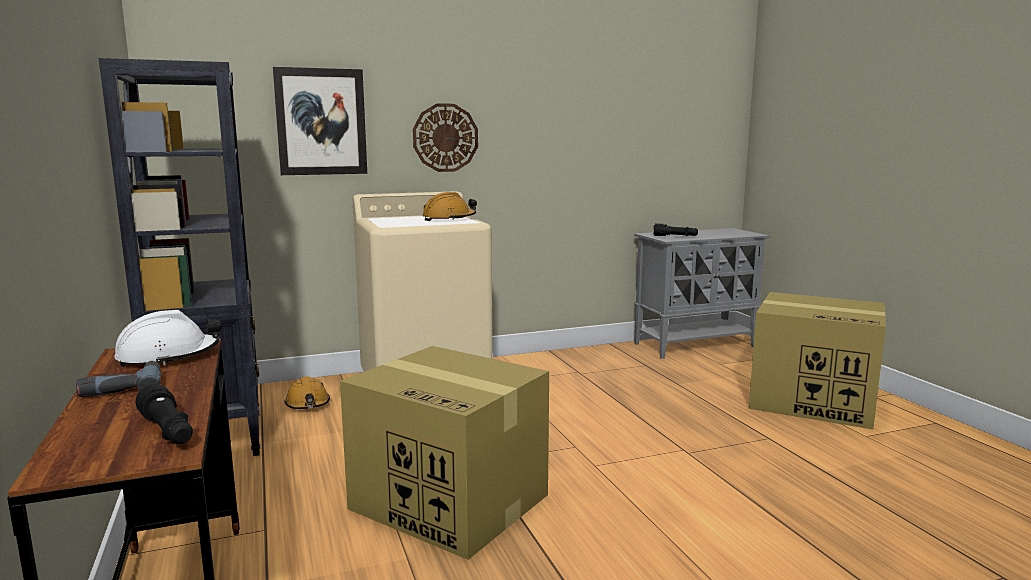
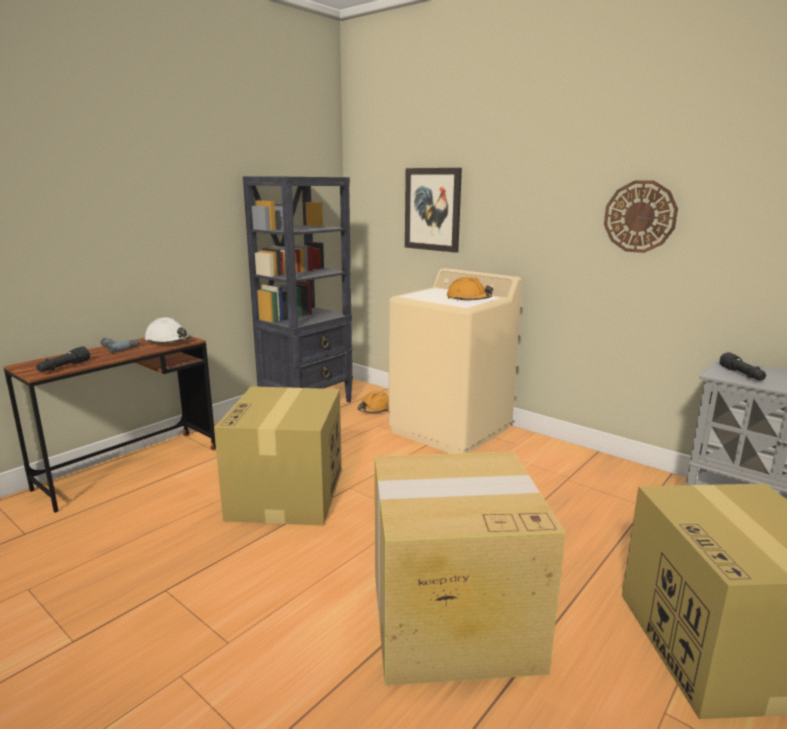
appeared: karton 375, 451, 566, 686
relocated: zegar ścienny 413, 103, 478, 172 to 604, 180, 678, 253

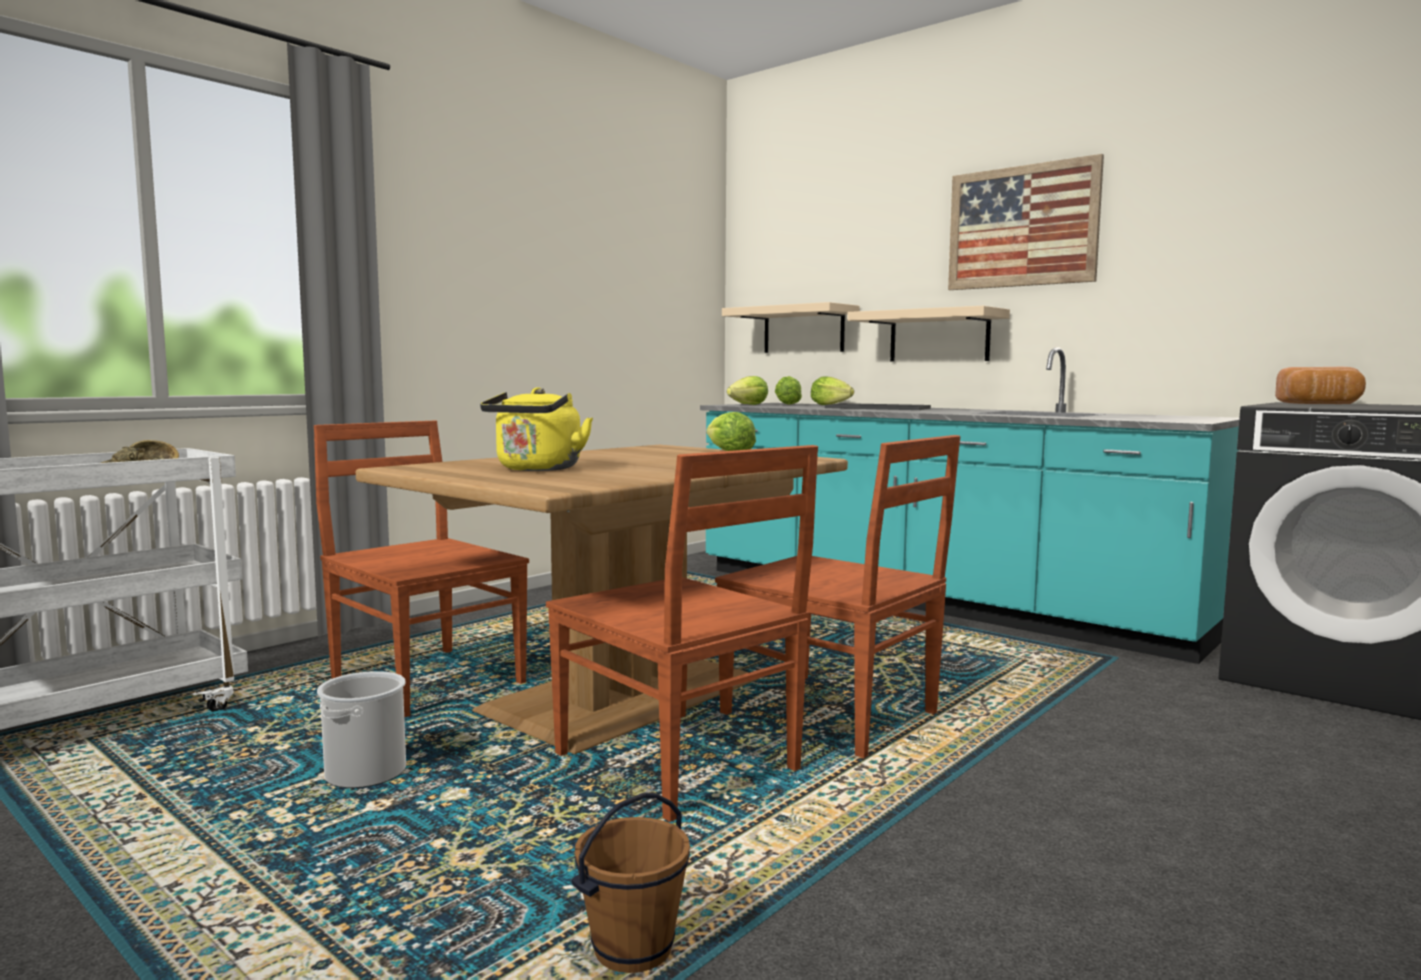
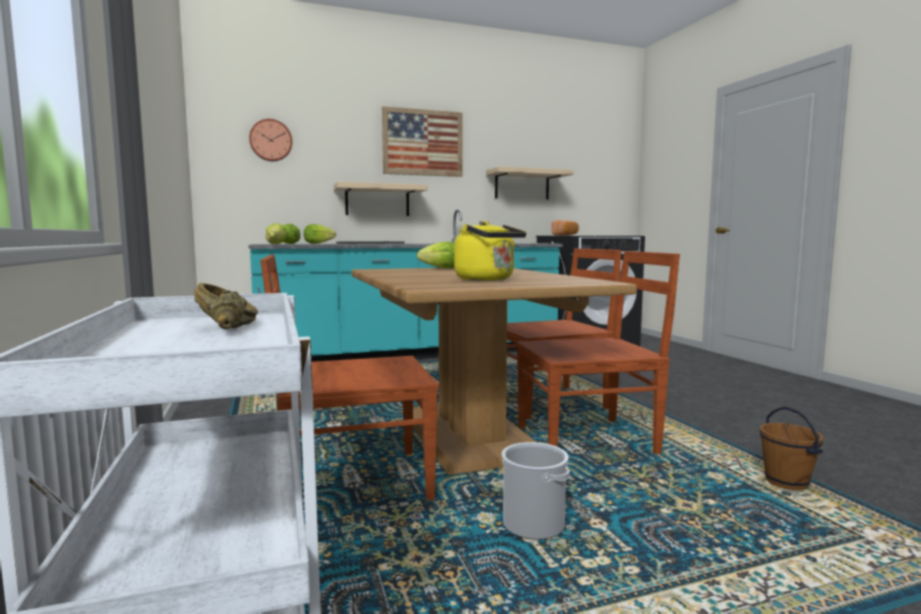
appeared: zegar ścienny 249, 119, 292, 161
relocated: półka (beżowy) 722, 302, 860, 353 to 486, 166, 573, 199

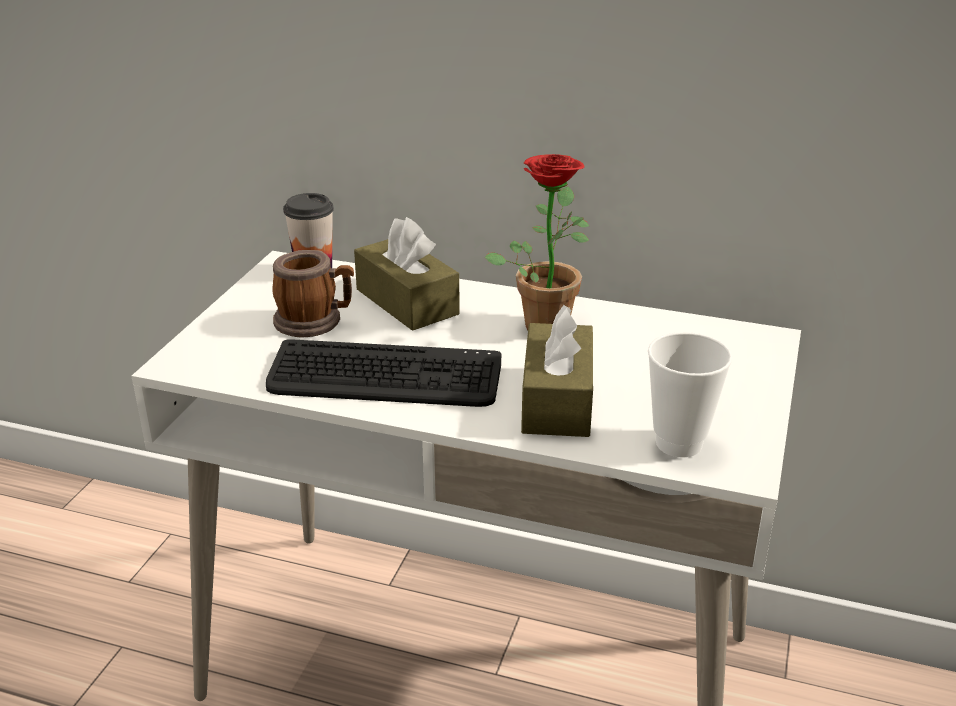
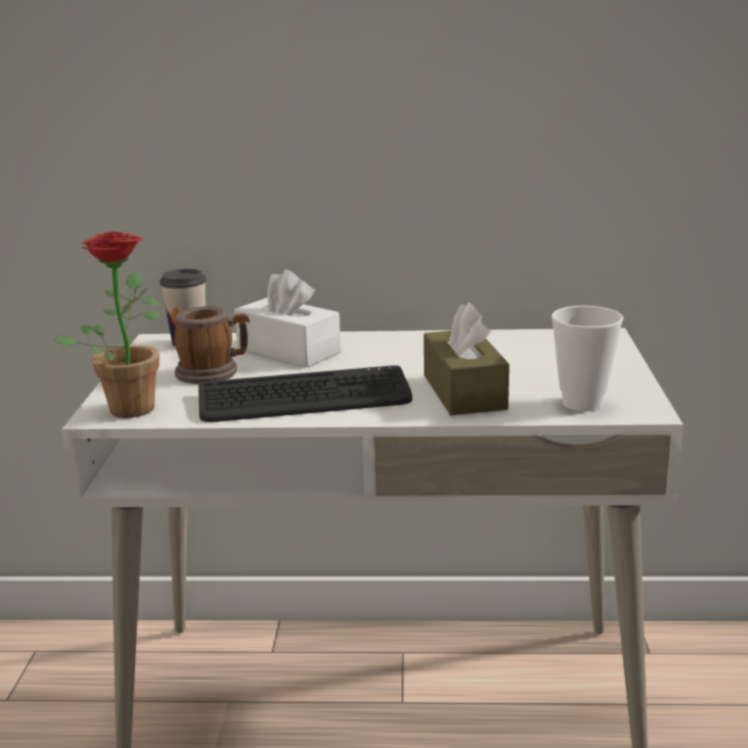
relocated: roślina doniczkowa 484, 154, 589, 330 to 53, 232, 162, 418
colour: pudełko chusteczek (brązowy) 354, 217, 460, 331 to pudełko chusteczek (biały) 234, 270, 341, 367

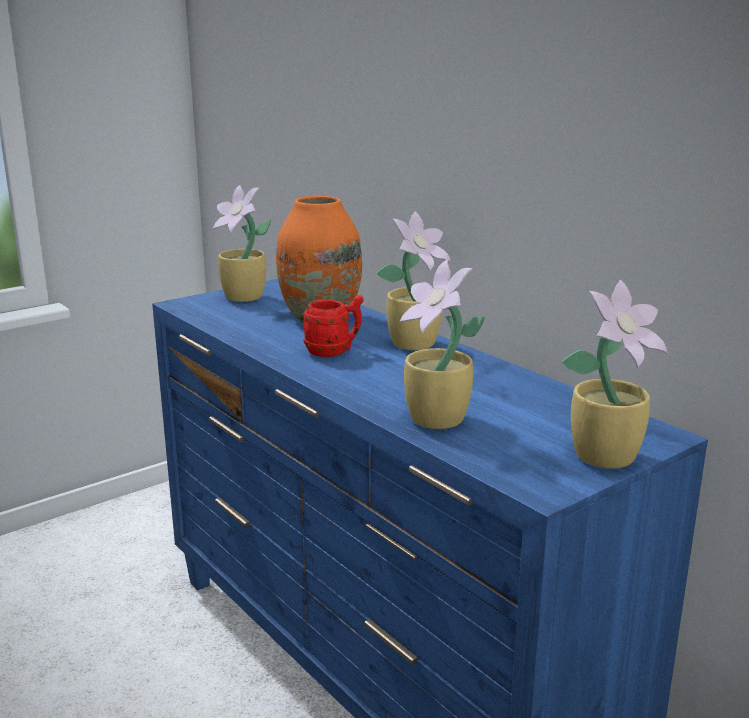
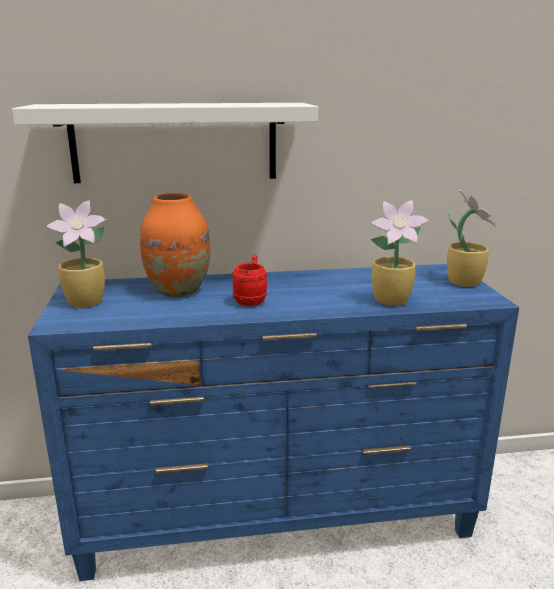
missing: roślina doniczkowa 377, 212, 451, 350
appeared: półka (biały) 12, 103, 318, 183

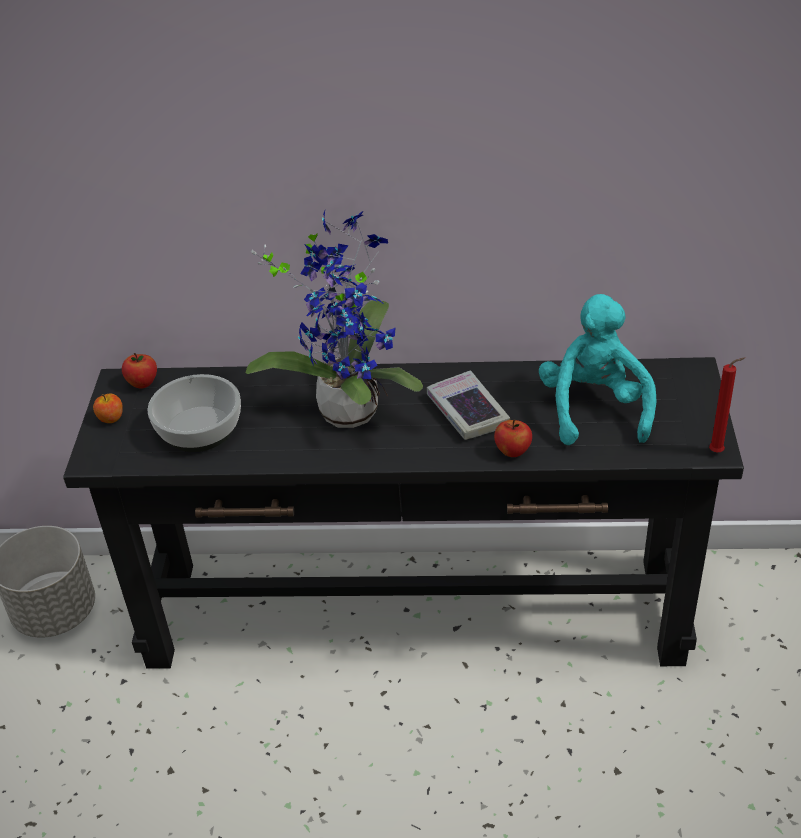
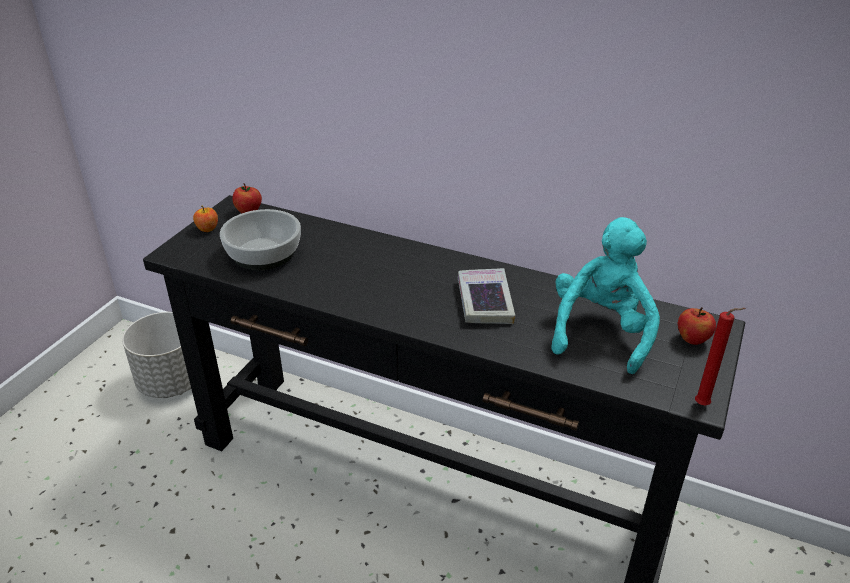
missing: roślina doniczkowa 245, 211, 423, 428
relocated: jabłko 494, 419, 532, 457 to 678, 307, 716, 345

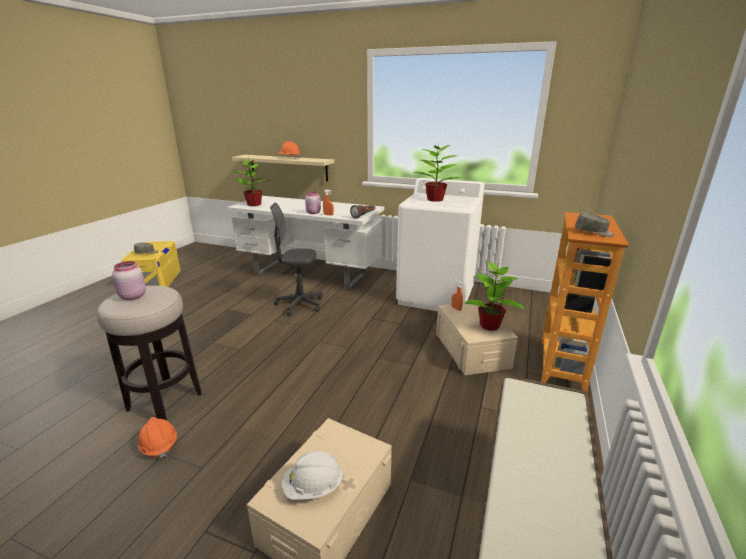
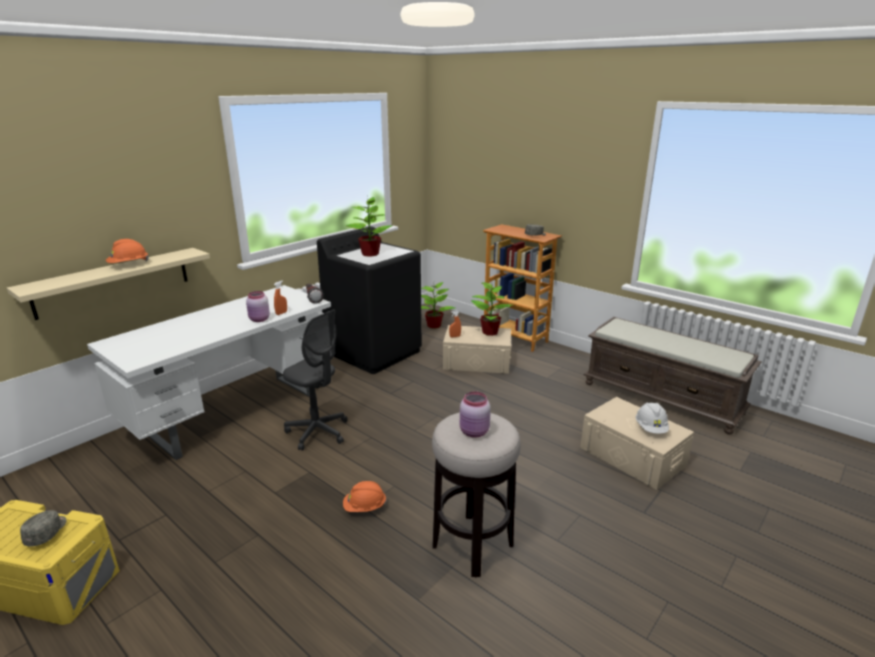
relocated: roślina doniczkowa 233, 159, 272, 206 to 421, 282, 455, 329; kask (pomarańczowy) 138, 417, 177, 460 to 343, 481, 387, 512
colour: pralka (biały) 396, 178, 485, 311 to pralka (czarny) 317, 227, 422, 374
spun: krzesło biurowe (szary) 270, 202, 323, 316 = 283, 310, 348, 451 75 degrees counterclockwise

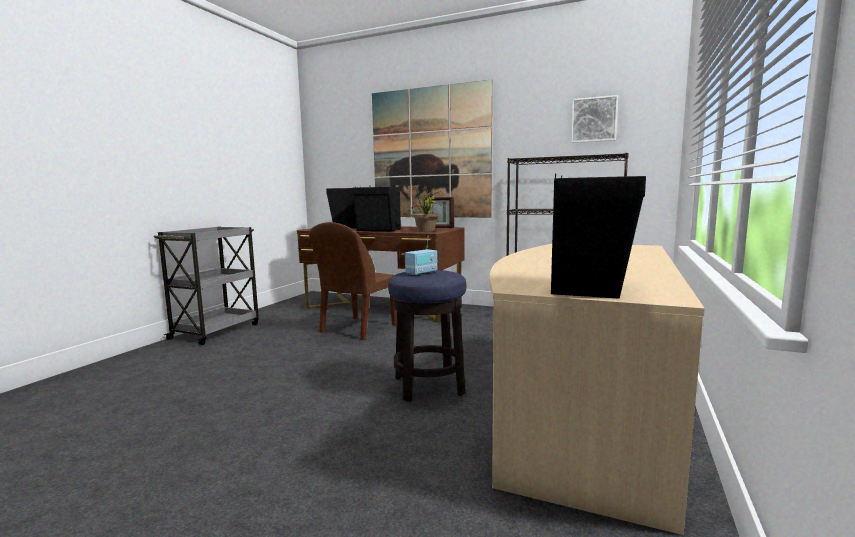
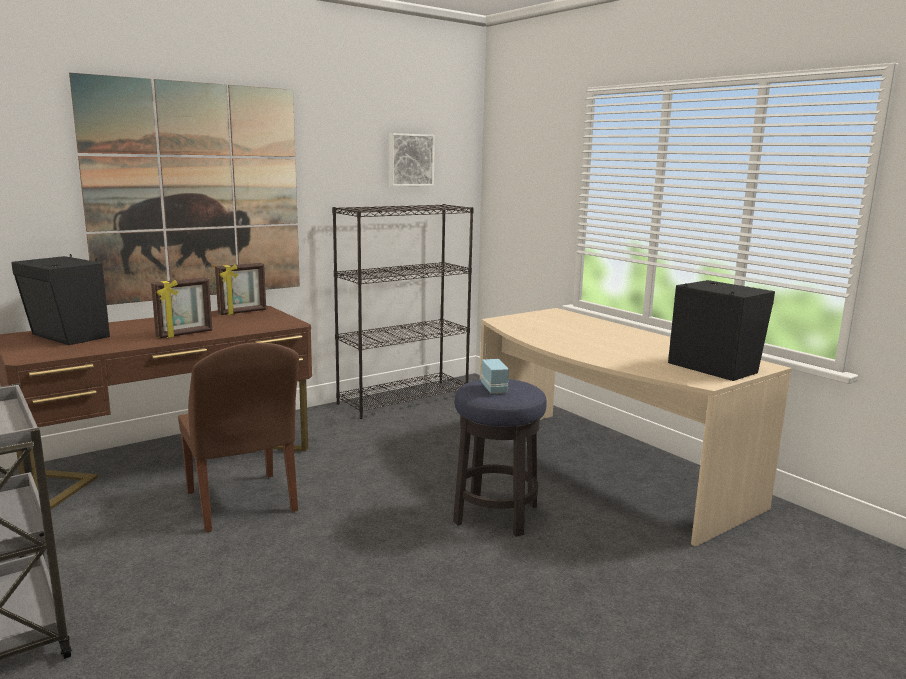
missing: roślina doniczkowa 409, 184, 442, 232
exchanged: głośnik (czarny) 352, 185, 401, 231 to ramka na zdjęcie 151, 277, 212, 338

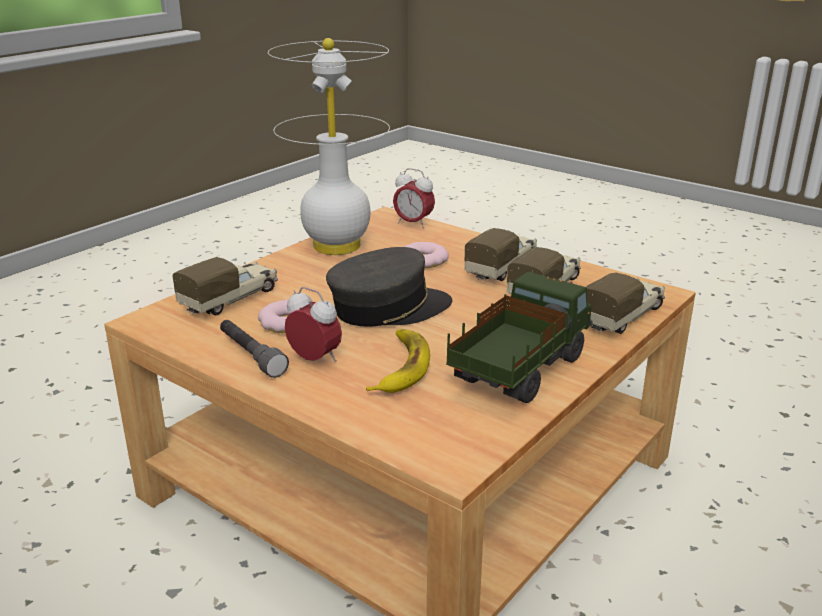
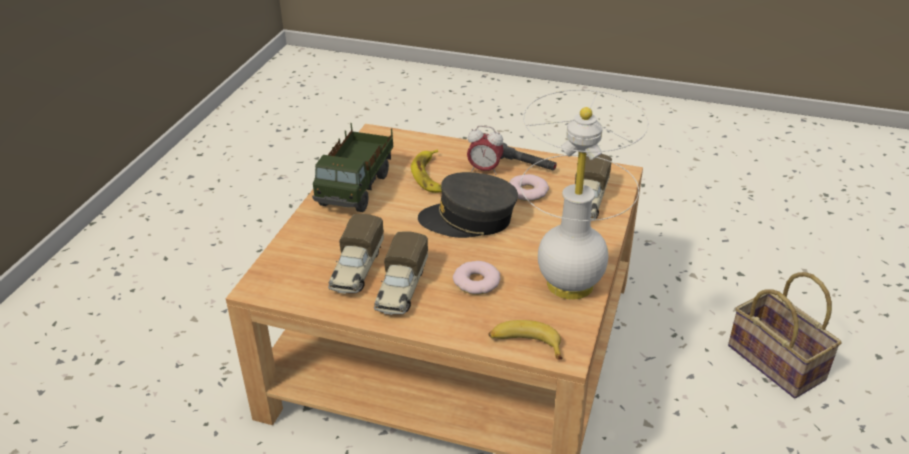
missing: ciężarówka zabawkowa 586, 272, 665, 334
appeared: koszyk 728, 272, 842, 398
exchanged: budzik 393, 168, 435, 228 to banan 489, 320, 563, 360
spun: czapka z daszkiem (szary) 326, 247, 452, 327 = 418, 172, 518, 238 45 degrees clockwise

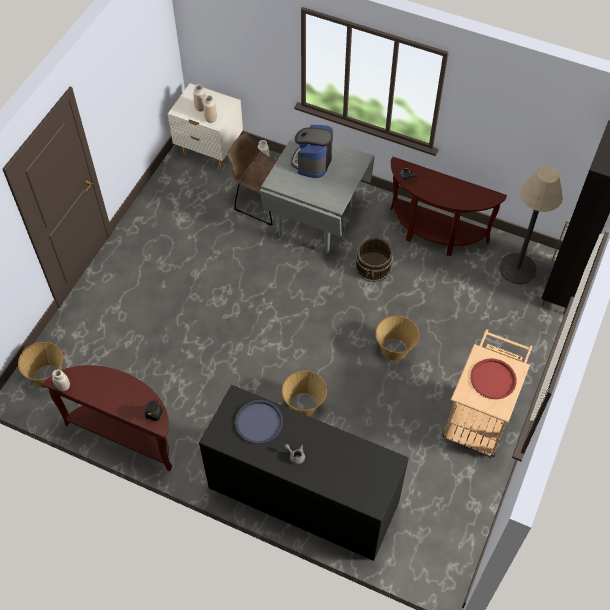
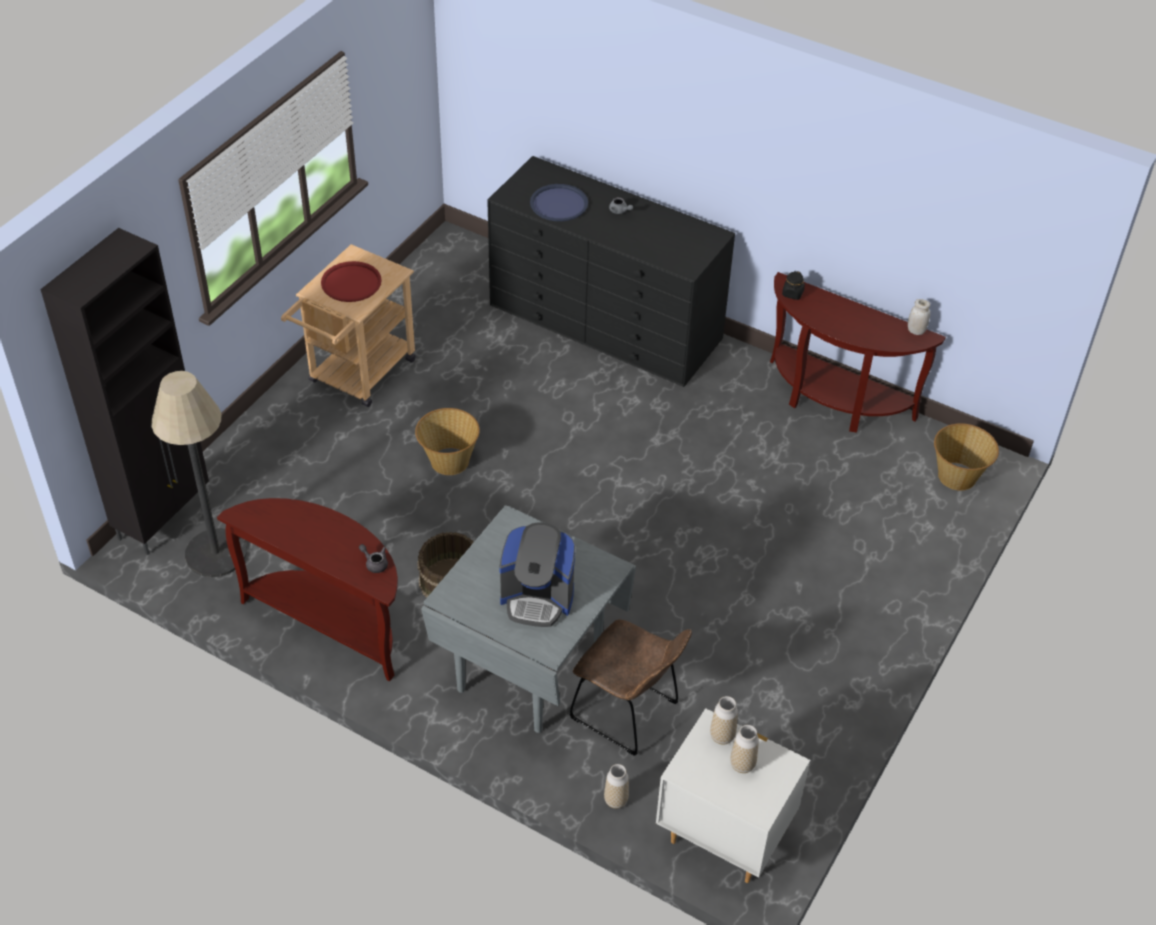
missing: koszyk 282, 371, 327, 416
relocated: taca (niebieski) 235, 400, 283, 444 to 530, 184, 588, 221
spun: ekspres do kawy 291, 125, 333, 178 = 499, 522, 575, 627 75 degrees clockwise

